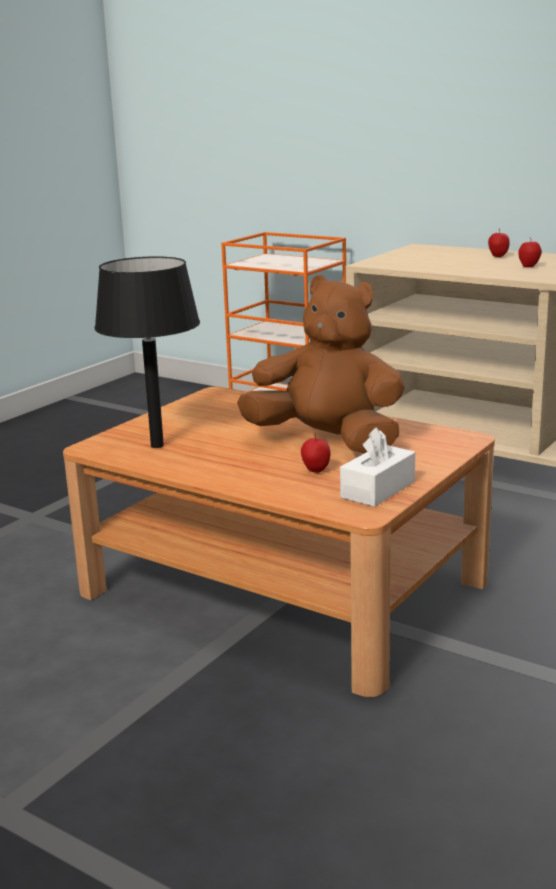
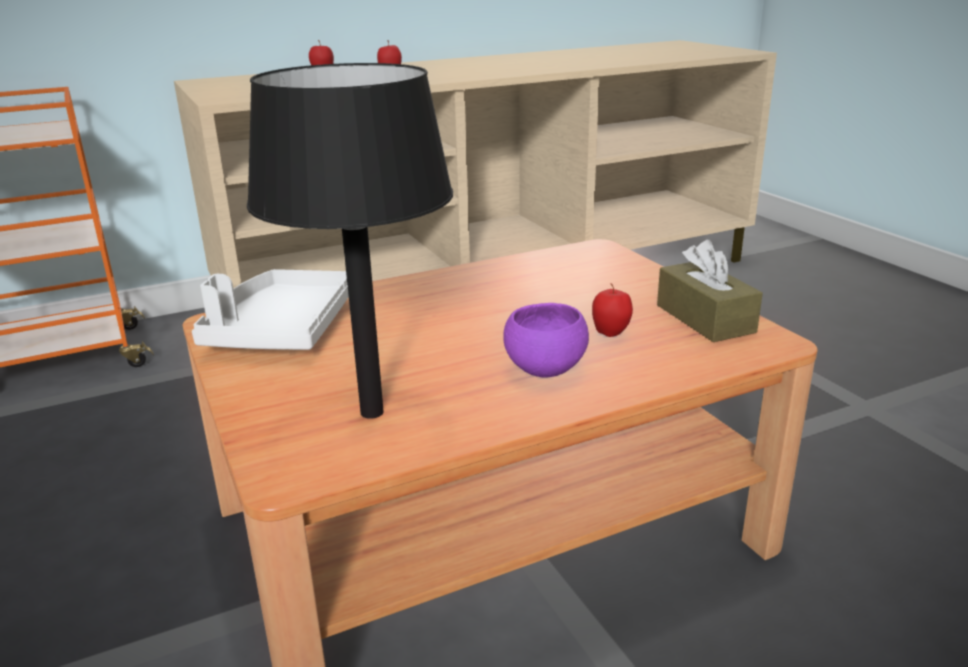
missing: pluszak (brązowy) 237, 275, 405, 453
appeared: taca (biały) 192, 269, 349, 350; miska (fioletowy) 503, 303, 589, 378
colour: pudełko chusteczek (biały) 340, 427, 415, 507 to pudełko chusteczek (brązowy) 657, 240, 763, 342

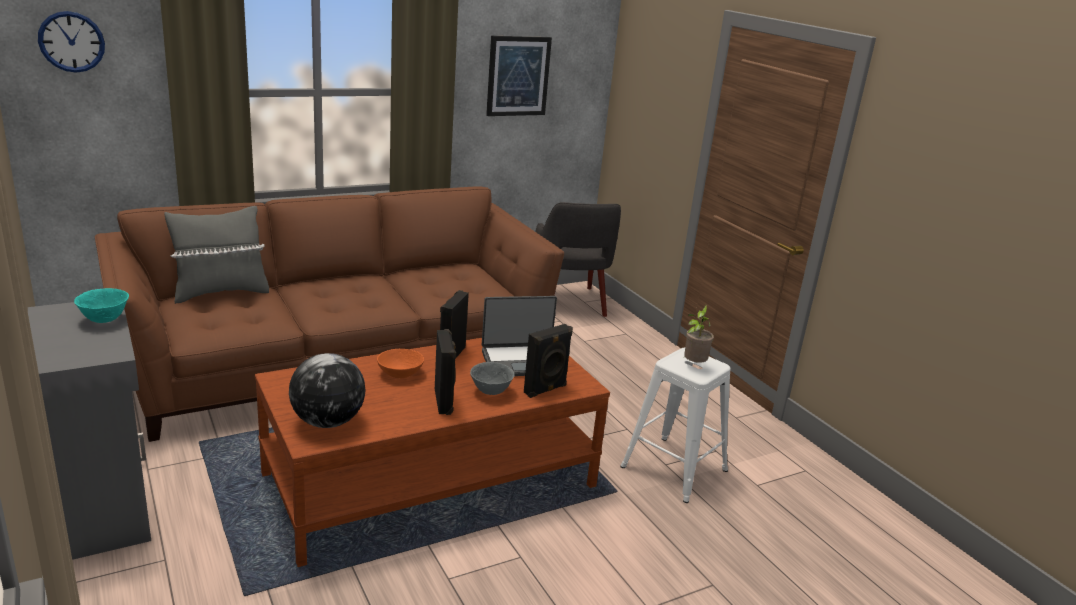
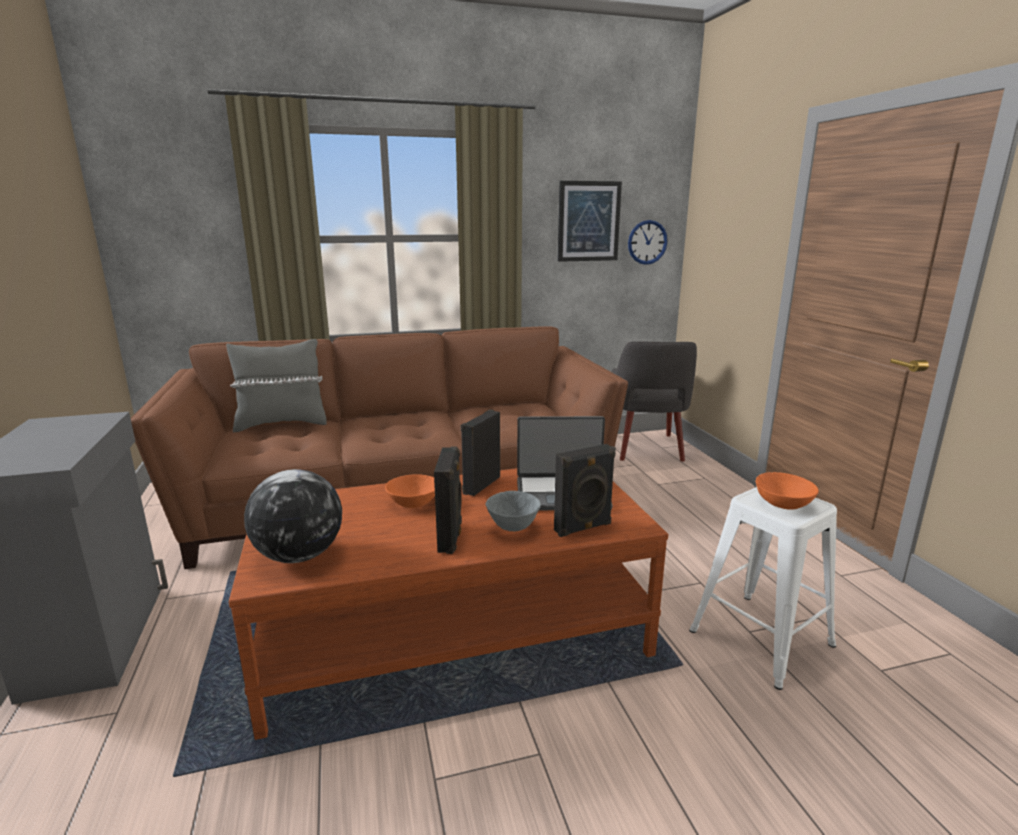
missing: miska (turkusowy) 74, 288, 129, 323
relocated: zegar ścienny 38, 11, 105, 73 to 628, 220, 668, 265
exchanged: roślina doniczkowa 683, 305, 714, 363 to miska (pomarańczowy) 756, 472, 819, 510

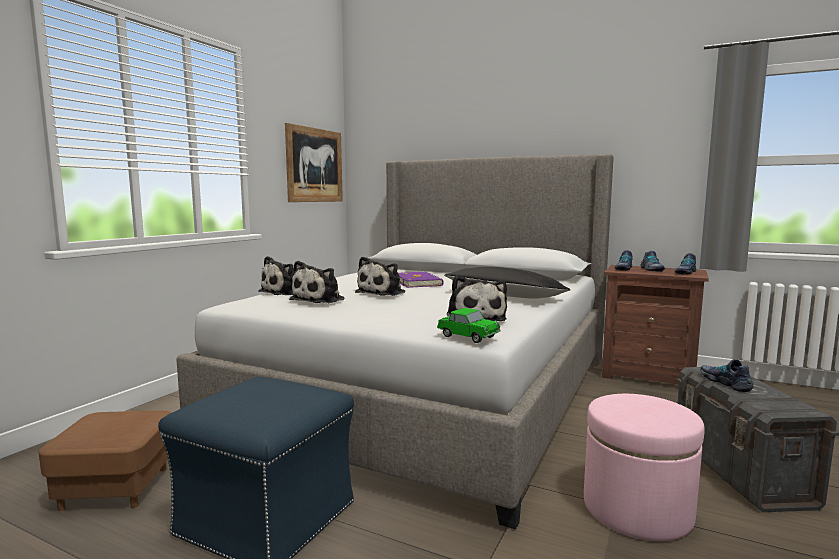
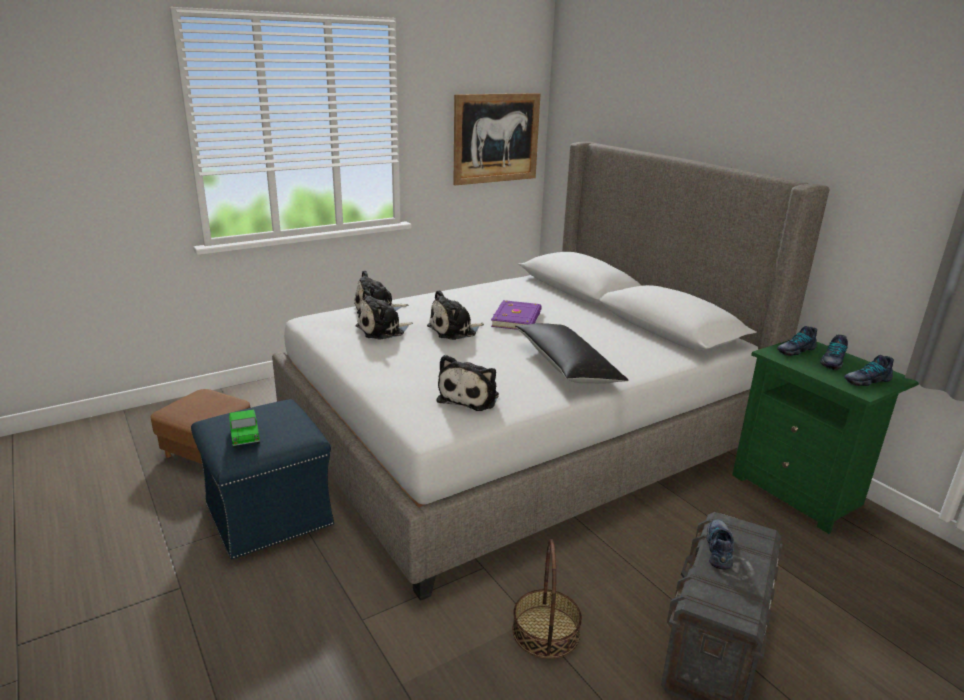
relocated: samochodzik 437, 308, 500, 343 to 229, 409, 260, 447
exchanged: pufa (różowy) 584, 394, 705, 541 to koszyk 512, 539, 582, 659
colour: szafka nocna (brązowy) 602, 265, 709, 385 to szafka nocna (zielony) 732, 340, 919, 534

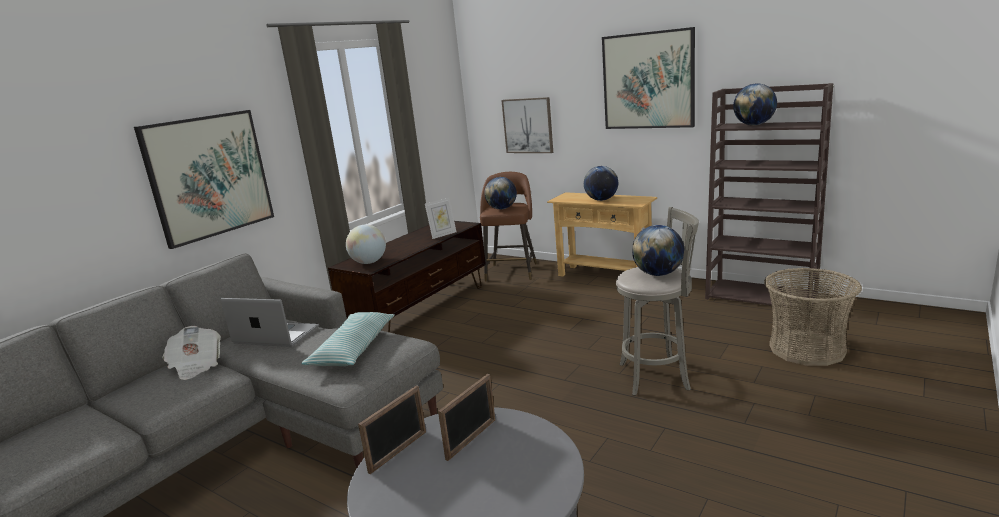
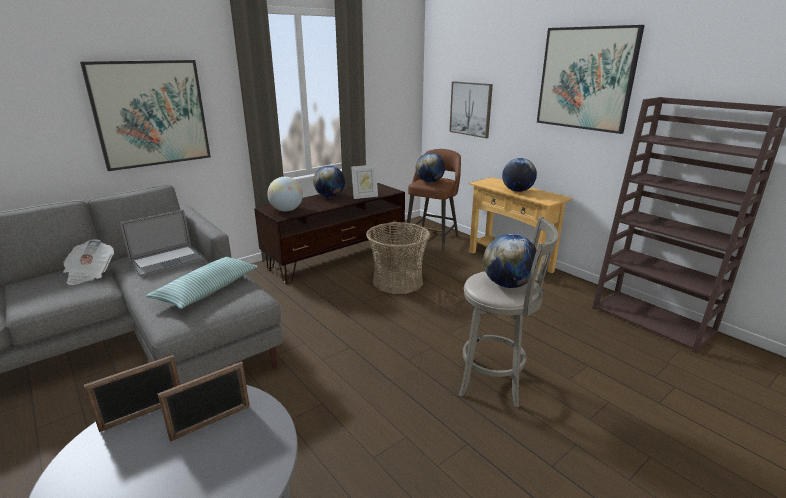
relocated: globus 733, 84, 777, 125 to 313, 165, 345, 197; koszyk 764, 268, 862, 366 to 366, 222, 430, 294
spun: laptop 221, 298, 319, 347 = 120, 210, 205, 277 105 degrees clockwise

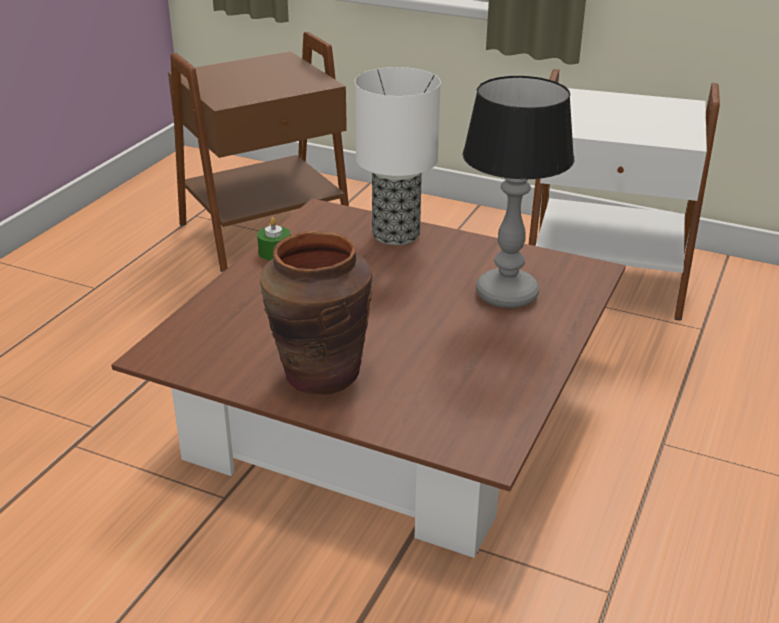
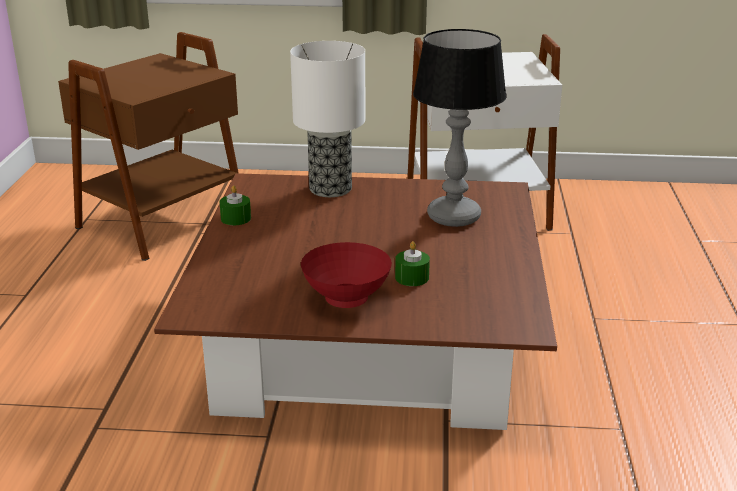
appeared: świeca (zielony) 395, 241, 430, 286
exchanged: wazon (brązowy) 260, 231, 373, 395 to miska (czerwony) 301, 242, 392, 308

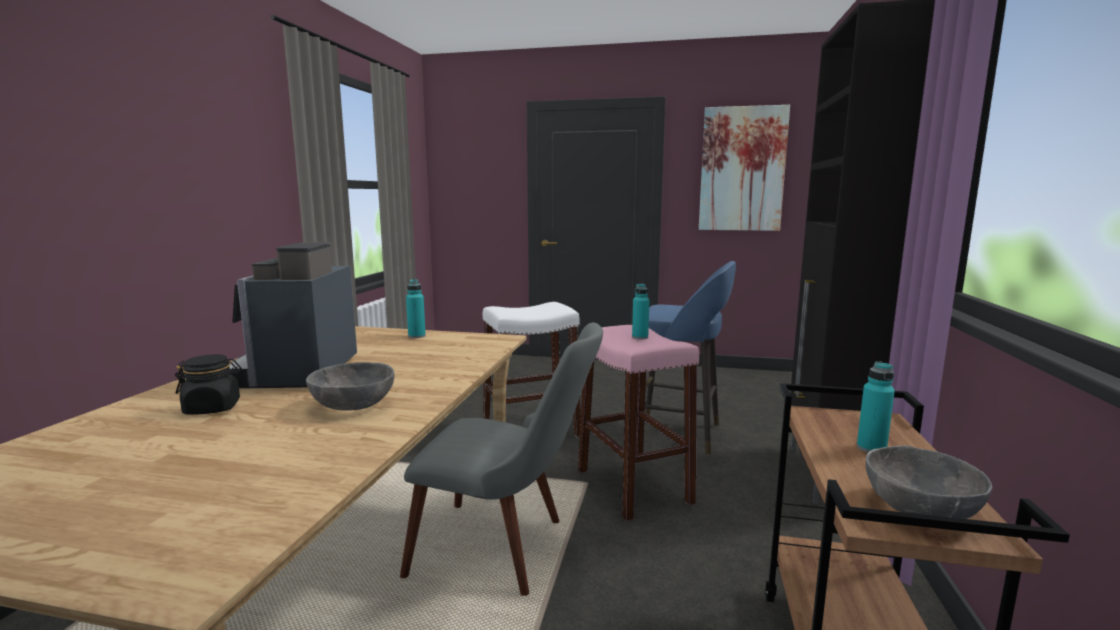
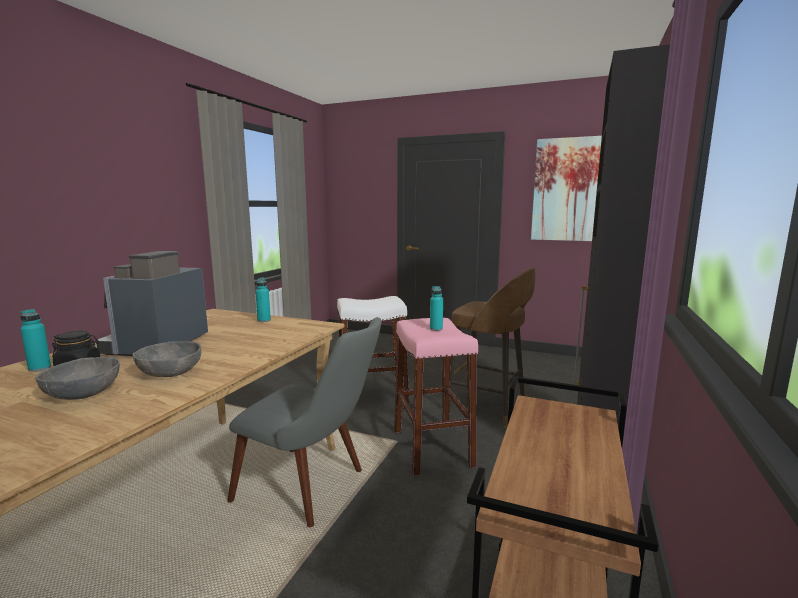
relocated: butelka (turkusowy) 857, 361, 895, 453 to 20, 309, 51, 372; miska (szary) 865, 445, 992, 519 to 35, 357, 120, 400
colour: stołek (niebieski) 645, 261, 736, 455 to stołek (brązowy) 450, 268, 535, 427

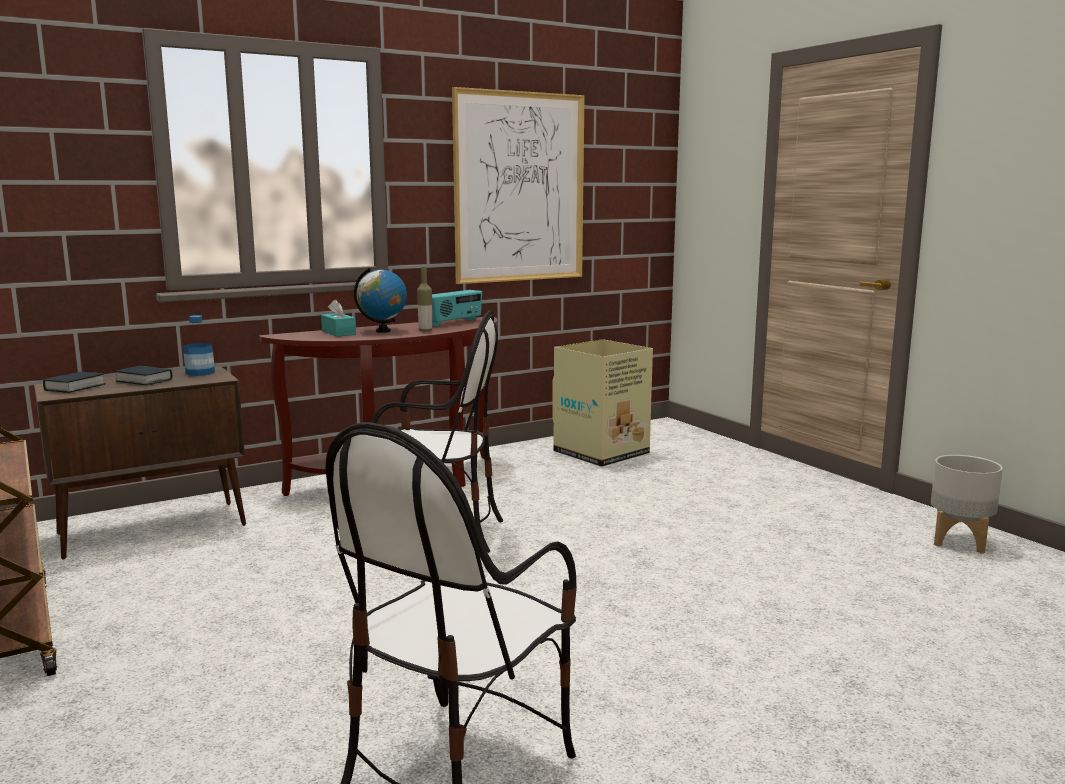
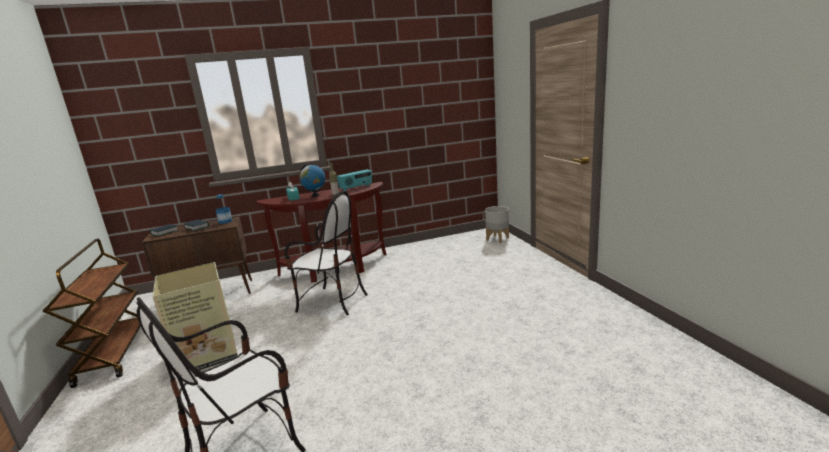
missing: obraz 452, 87, 585, 284
relocated: karton 552, 339, 653, 467 to 152, 262, 238, 376; donica (szary) 931, 455, 1003, 553 to 485, 206, 509, 243

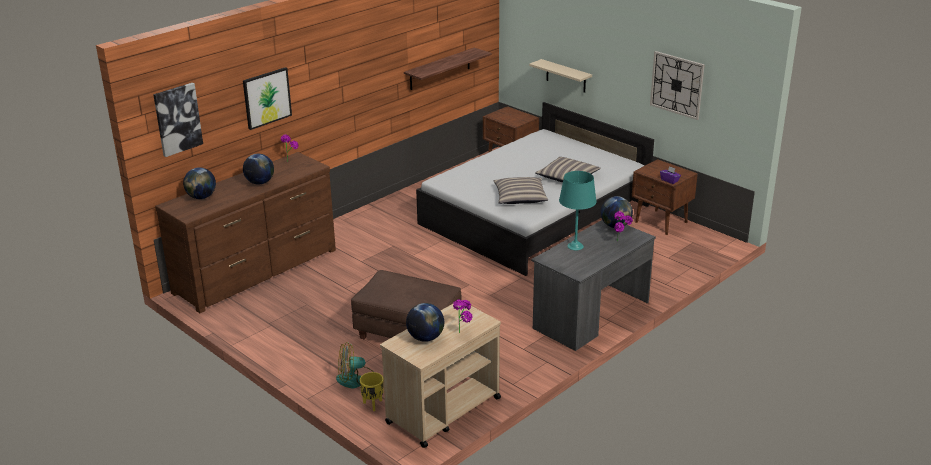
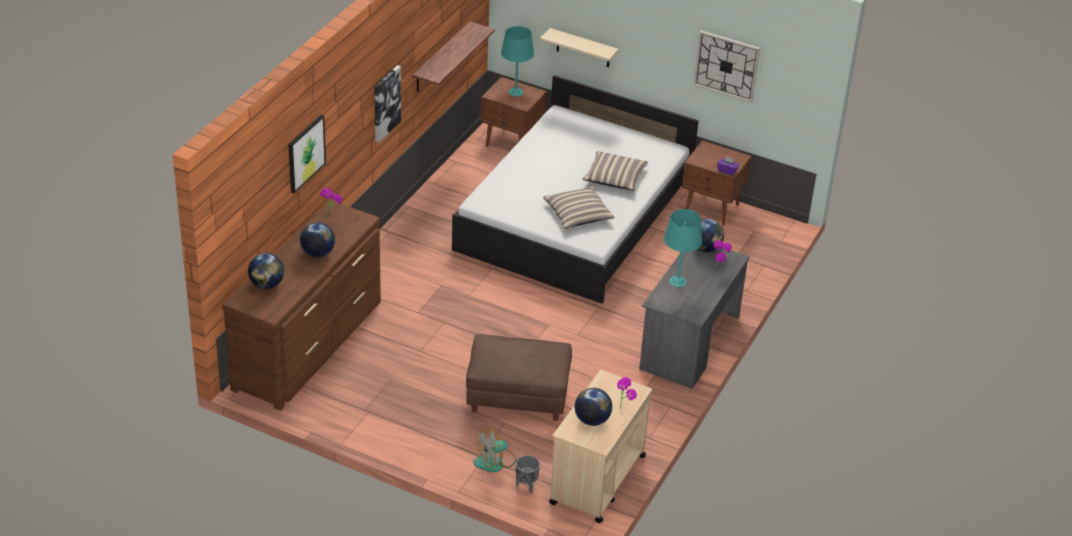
appeared: lampa stołowa (turkusowy) 501, 26, 534, 96
relocated: obraz 153, 83, 203, 157 to 374, 65, 401, 143
colour: donica (żółty) 360, 372, 383, 411 to donica (szary) 516, 455, 540, 494

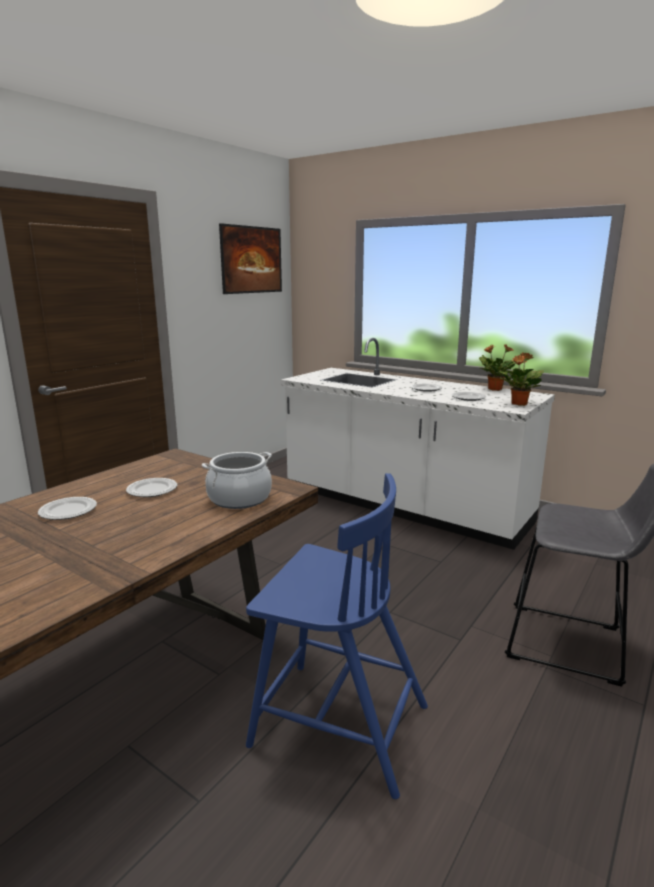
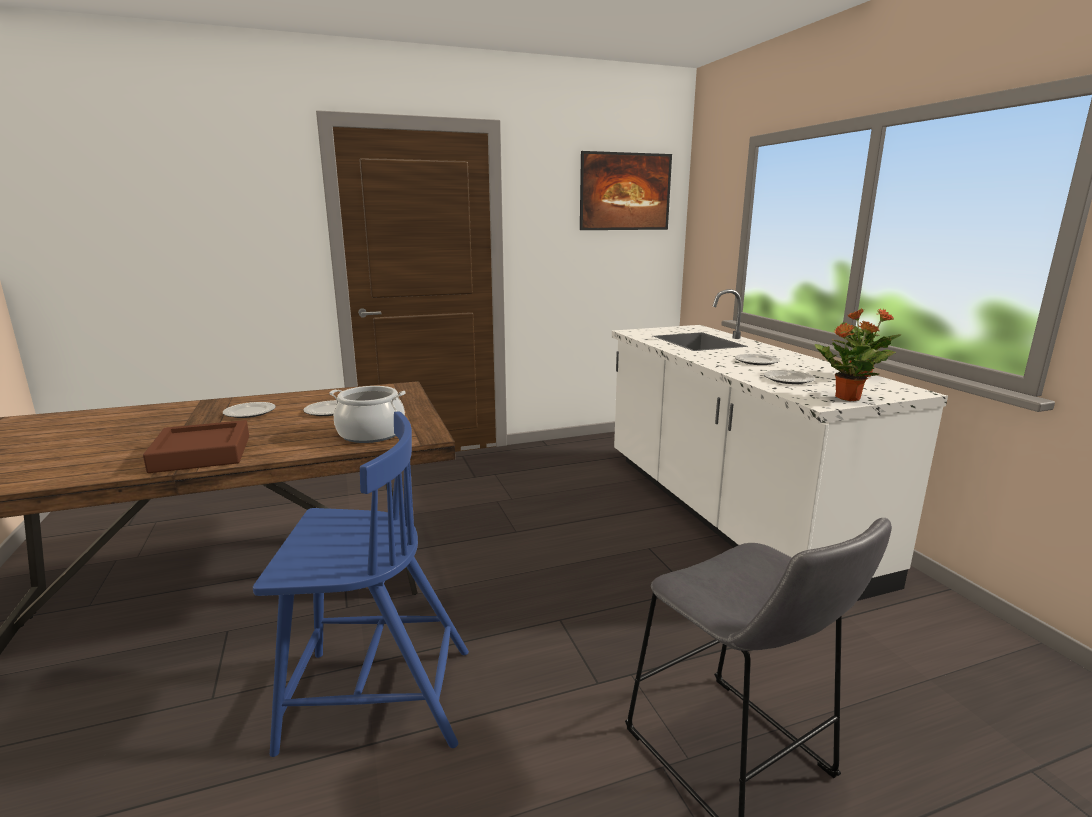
appeared: taca (brązowy) 143, 420, 249, 473
spun: krzesło (niebieski) 246, 473, 428, 799 = 253, 412, 469, 757 60 degrees counterclockwise

